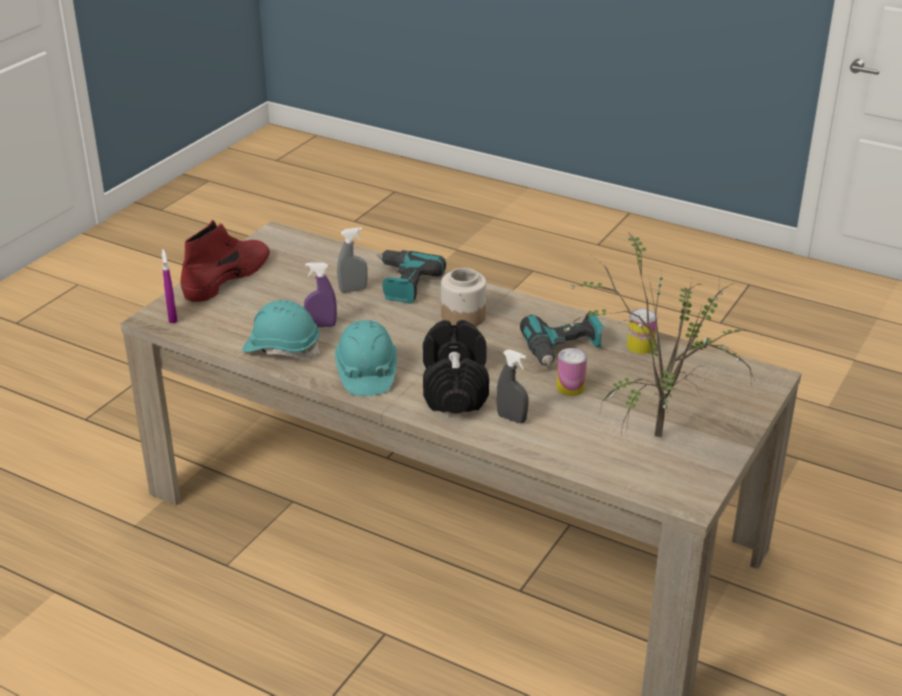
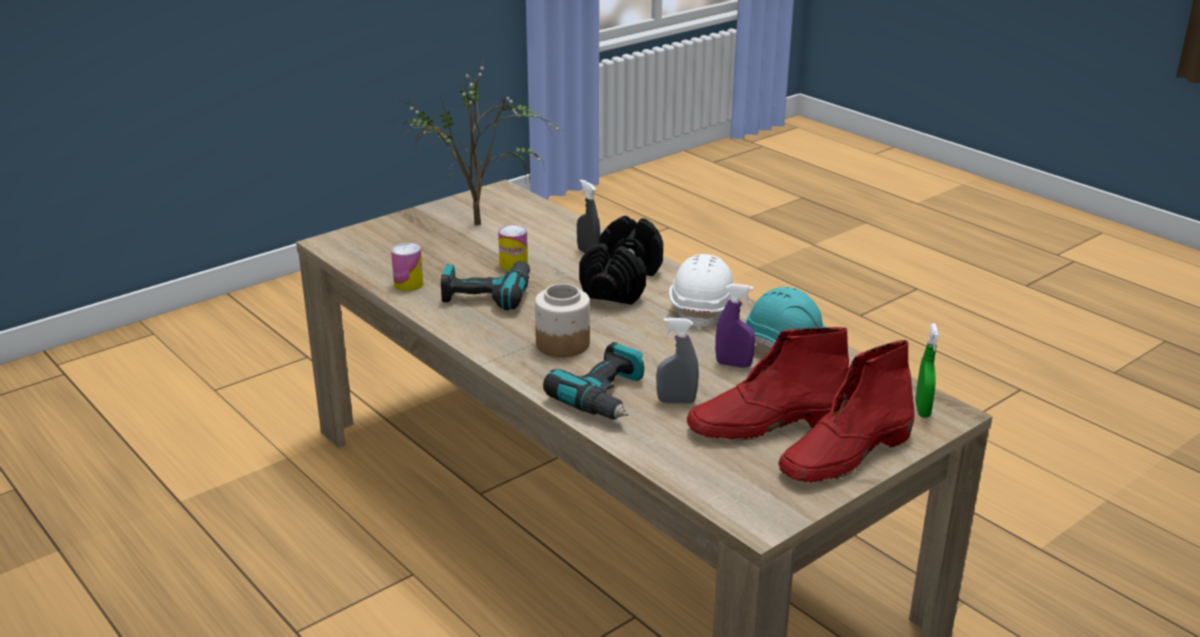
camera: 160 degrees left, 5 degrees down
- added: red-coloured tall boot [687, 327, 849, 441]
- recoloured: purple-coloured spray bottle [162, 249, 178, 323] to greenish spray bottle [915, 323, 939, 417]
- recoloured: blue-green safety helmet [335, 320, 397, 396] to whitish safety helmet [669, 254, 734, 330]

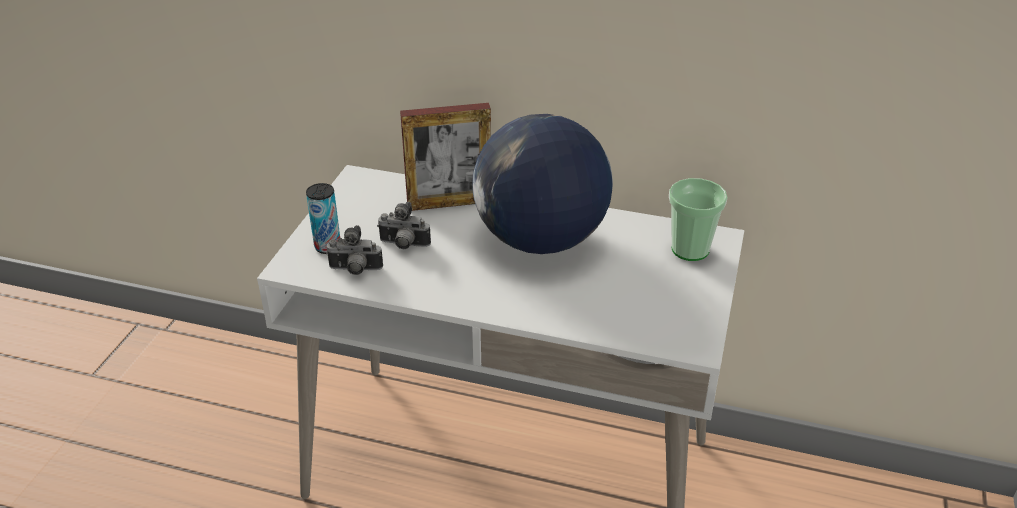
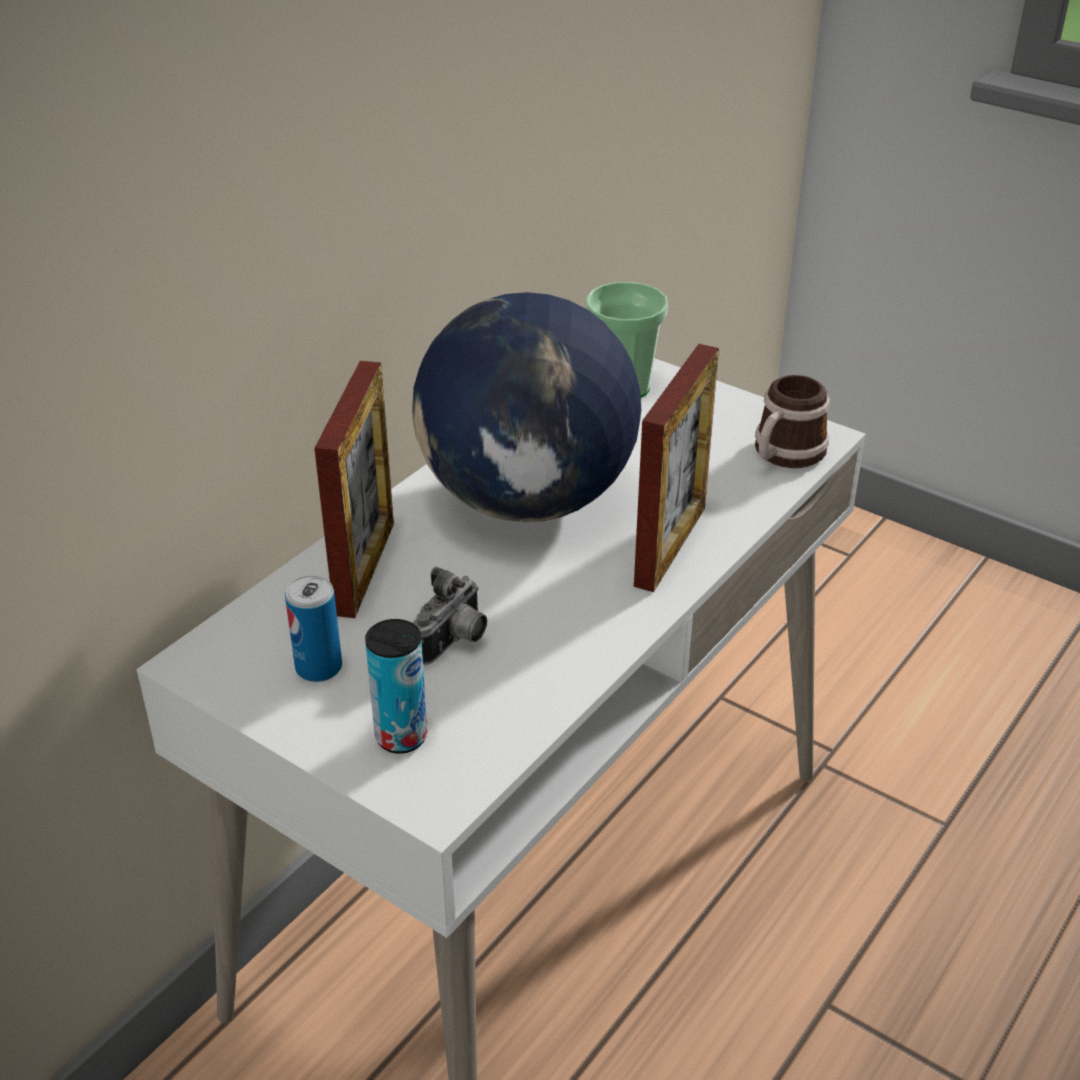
camera: 70 degrees left, 0 degrees up
- removed: photo camera [326, 225, 383, 275]
- added: can [285, 575, 342, 682]
- added: photo frame [634, 344, 719, 592]
- added: coffee mug [755, 375, 830, 468]

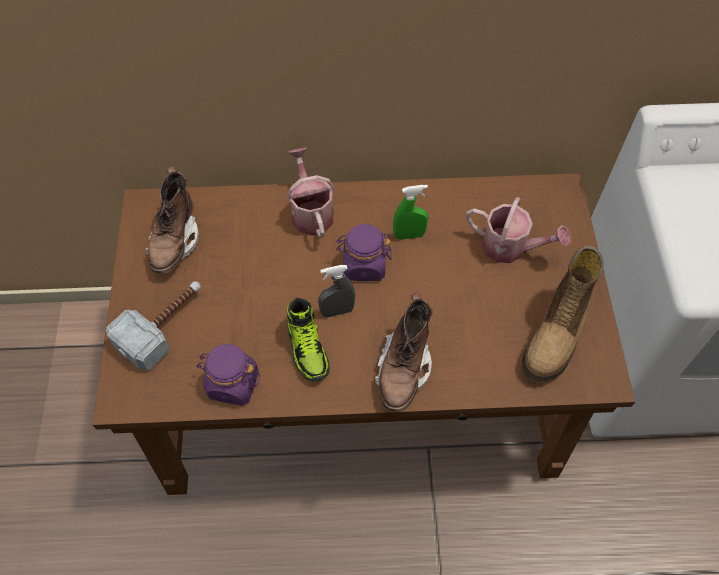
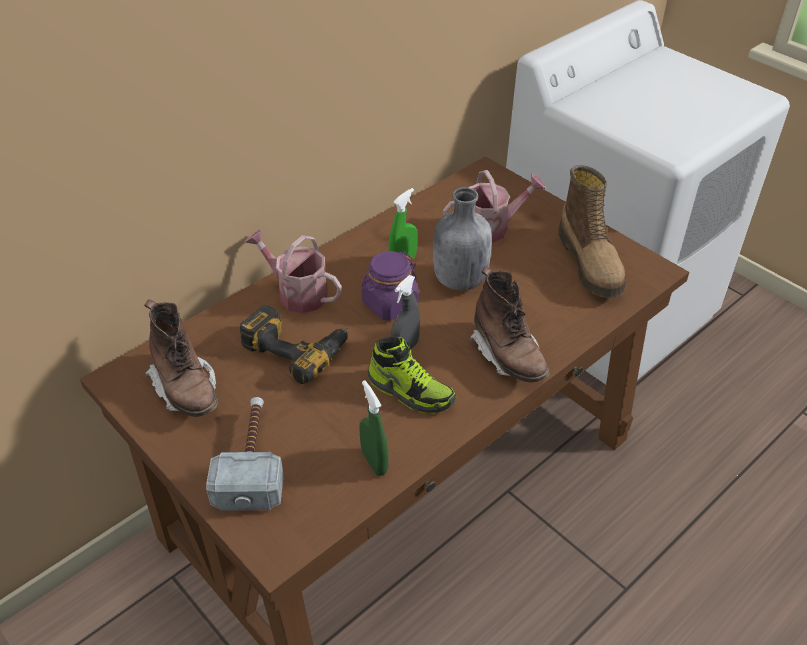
camera: 40 degrees left, 15 degrees down
- added: power drill [239, 305, 348, 384]
- added: greyish drink bottle [433, 187, 492, 290]
- replaced: purple-coloured storage jar [196, 344, 260, 406] to greenish spray bottle [359, 380, 389, 476]

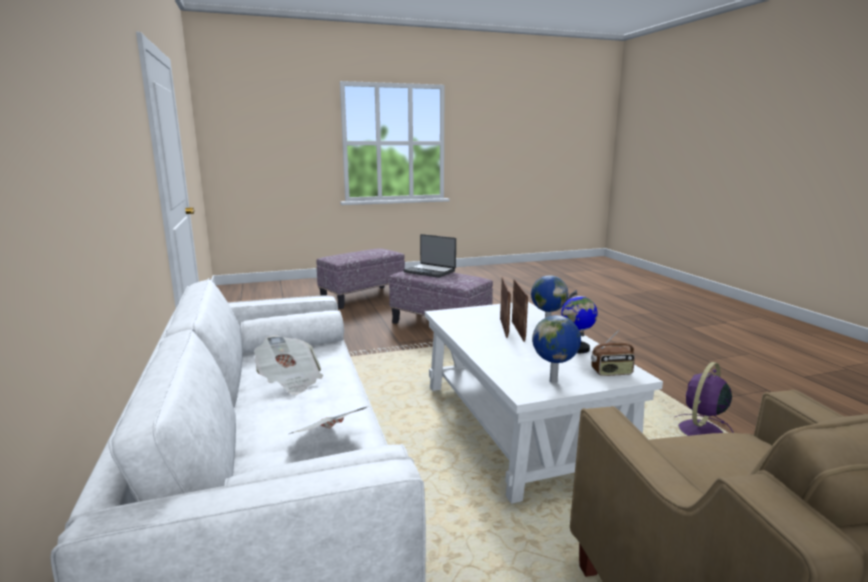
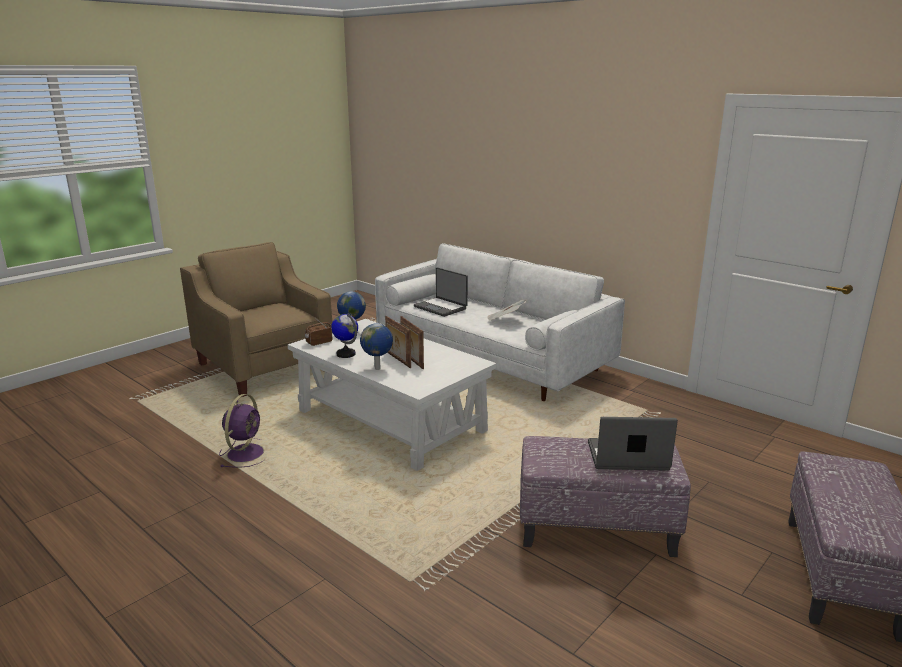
camera: 150 degrees right, 5 degrees up
- replaced: printed paper [290, 406, 369, 434] to notebook computer [414, 267, 468, 317]

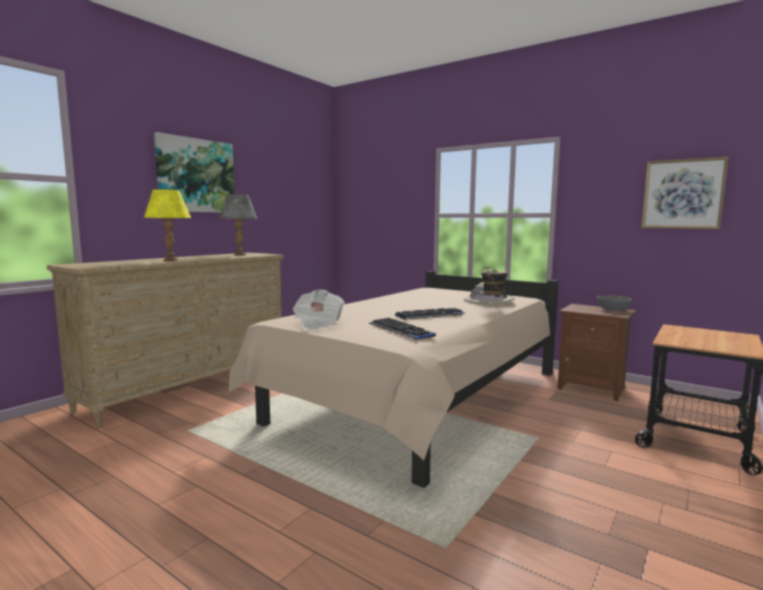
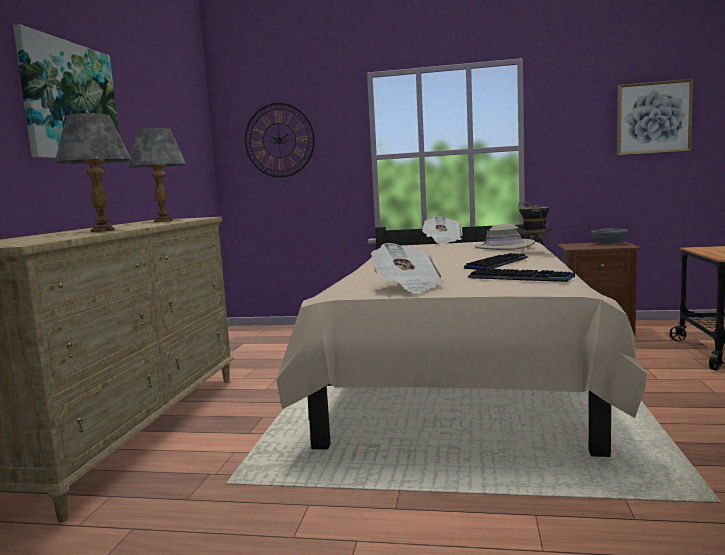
camera: 25 degrees left, 0 degrees up
- added: hanging clock [245, 103, 315, 178]
- added: printed paper [422, 216, 463, 244]
- recoloured: yellowish tabletop lamp [144, 189, 191, 261] to greyish tabletop lamp [55, 113, 132, 232]

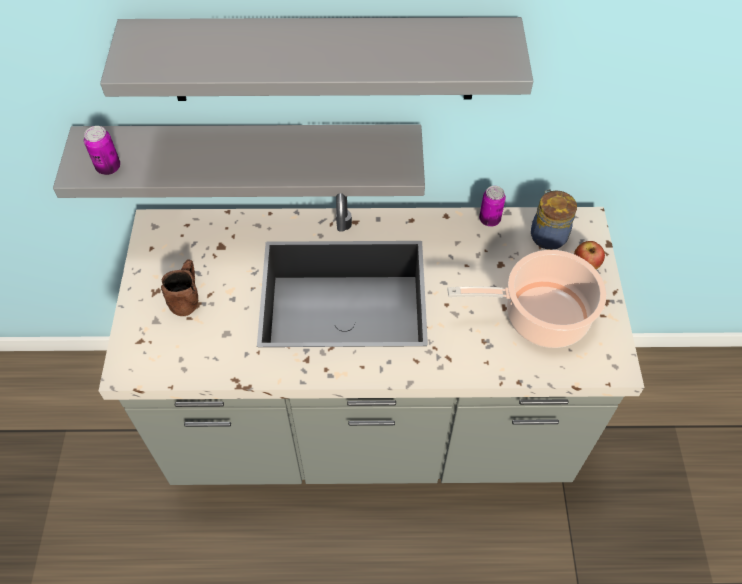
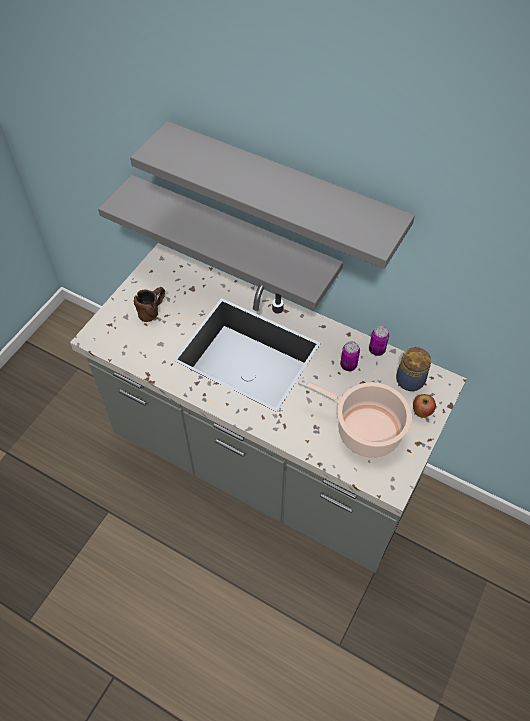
camera: 30 degrees right, 0 degrees up
- moved: can [84, 126, 120, 175] to [340, 341, 360, 371]

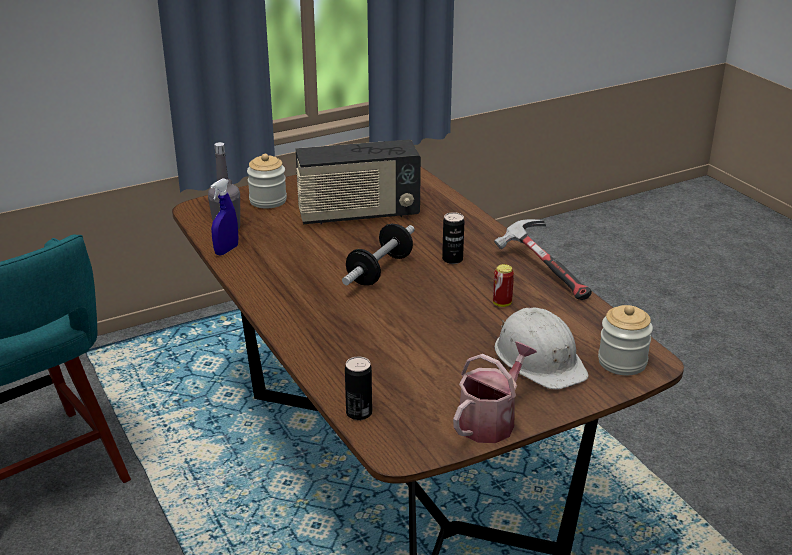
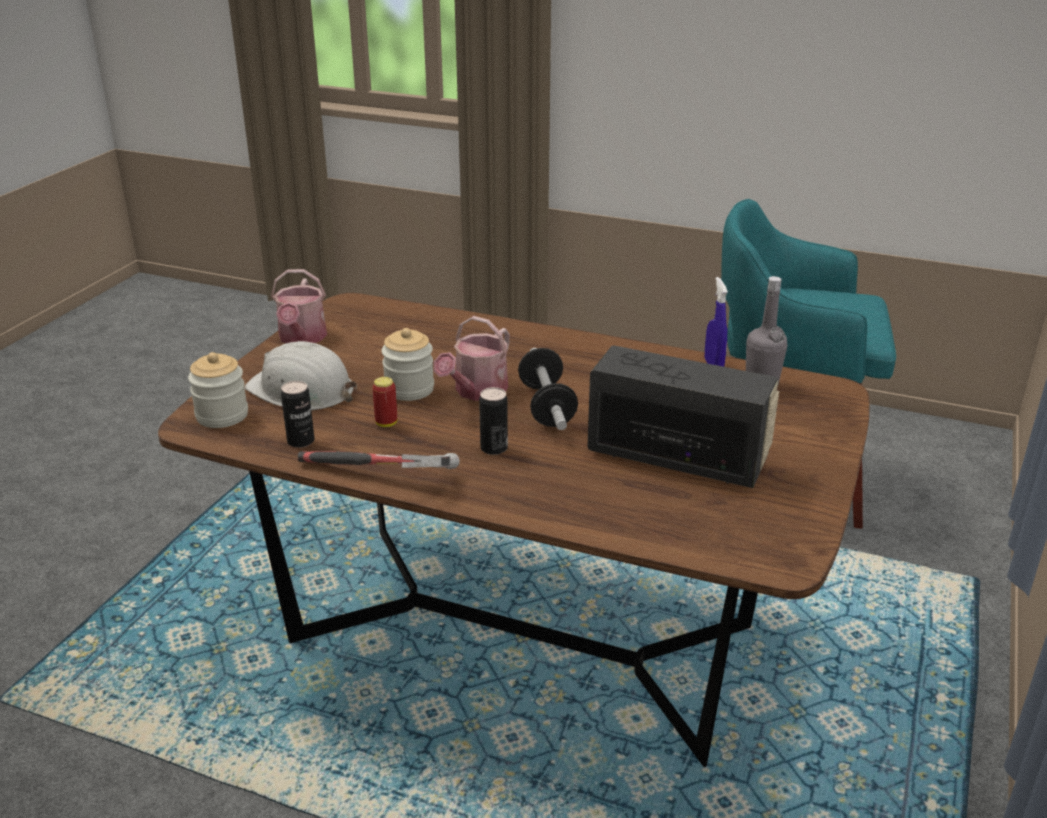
camera: 140 degrees right, 0 degrees up
- added: watering pot [434, 316, 510, 401]
- moved: storage jar [247, 154, 287, 209] to [381, 328, 434, 401]
- moved: can [345, 357, 372, 420] to [281, 381, 315, 448]
- turned: radio [296, 139, 421, 225] = [587, 345, 779, 488] 75 degrees clockwise

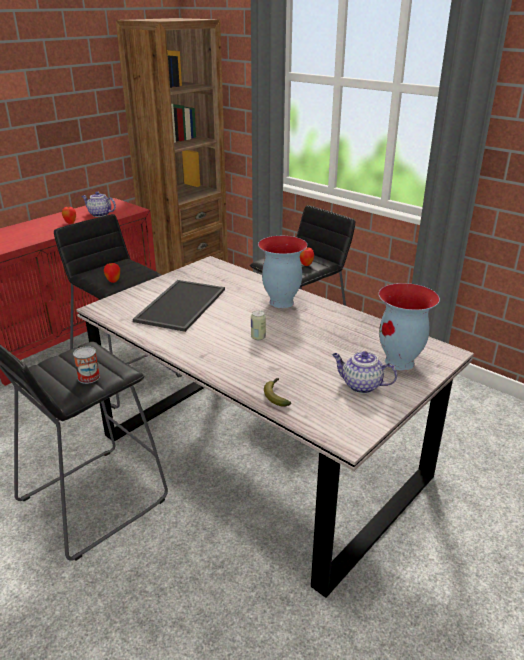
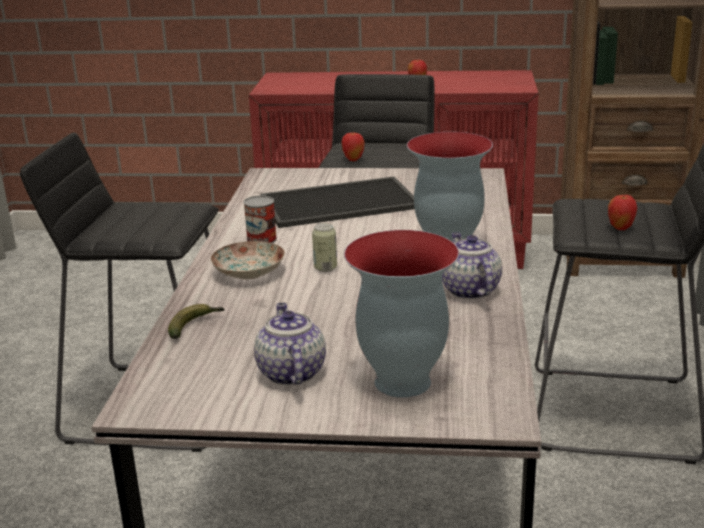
camera: 55 degrees right, 5 degrees down
- added: dinner plate [211, 241, 285, 279]
- moved: can [73, 346, 100, 384] to [243, 195, 277, 243]
- moved: teapot [82, 191, 116, 217] to [442, 232, 502, 299]

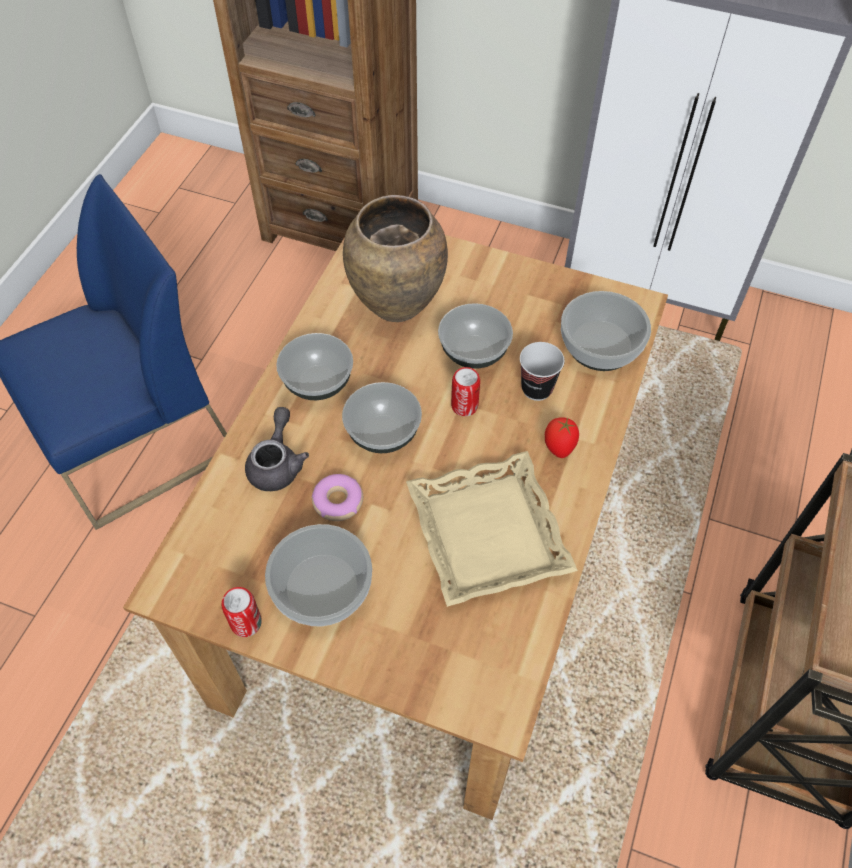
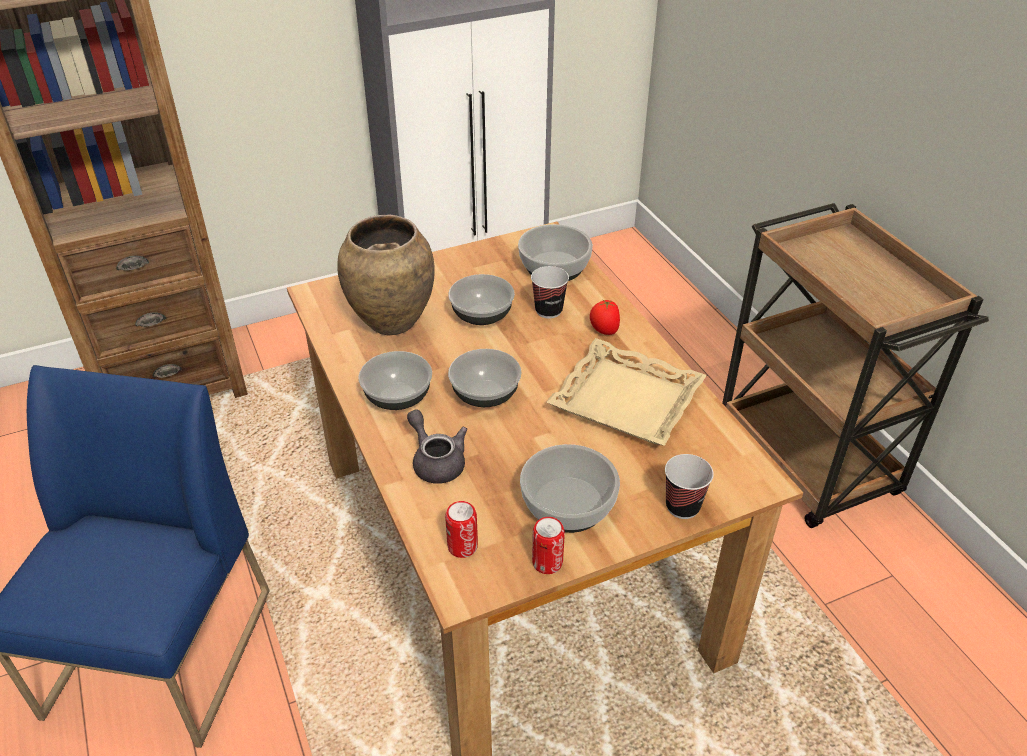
camera: 45 degrees left, 15 degrees down
- removed: ring doughnut [312, 474, 363, 521]
- added: cup [665, 454, 714, 519]
- moved: can [451, 367, 480, 416] to [445, 501, 478, 558]

